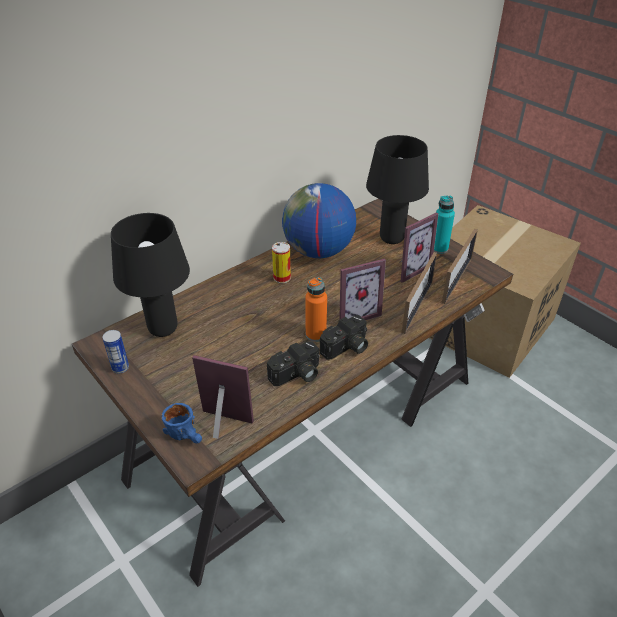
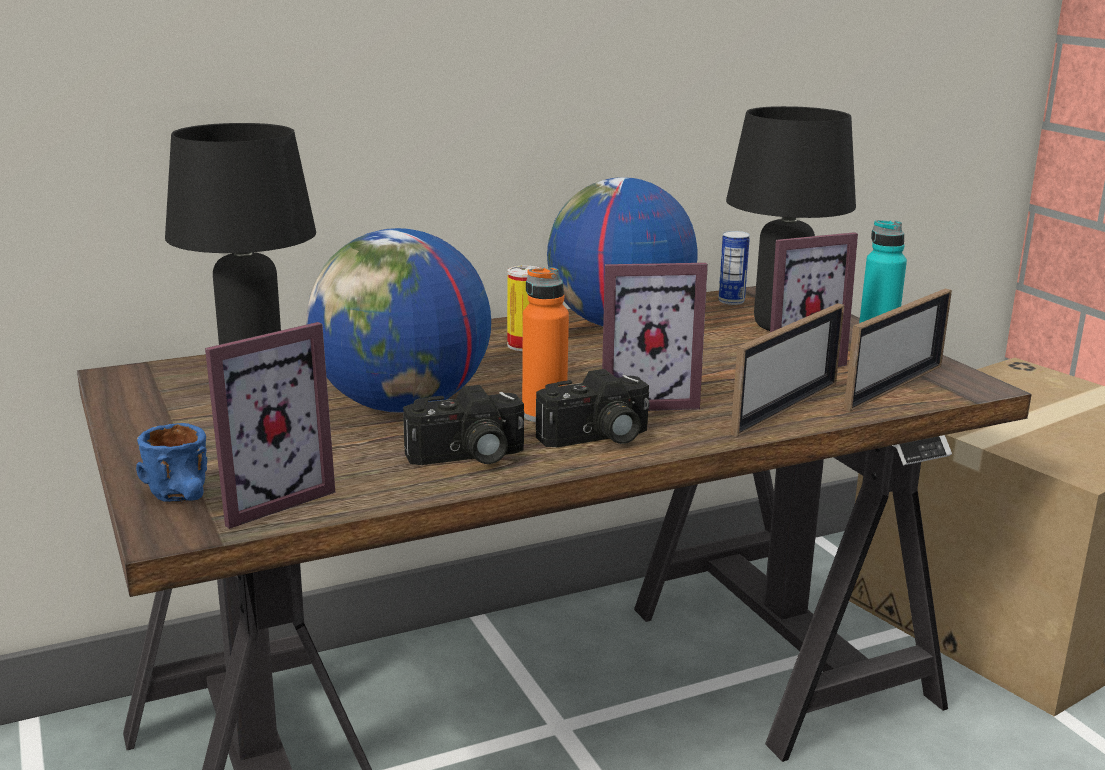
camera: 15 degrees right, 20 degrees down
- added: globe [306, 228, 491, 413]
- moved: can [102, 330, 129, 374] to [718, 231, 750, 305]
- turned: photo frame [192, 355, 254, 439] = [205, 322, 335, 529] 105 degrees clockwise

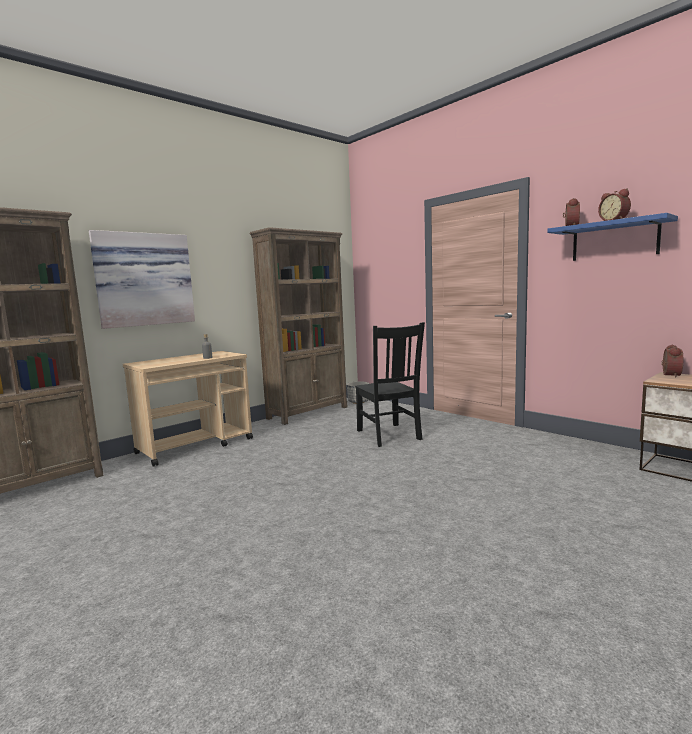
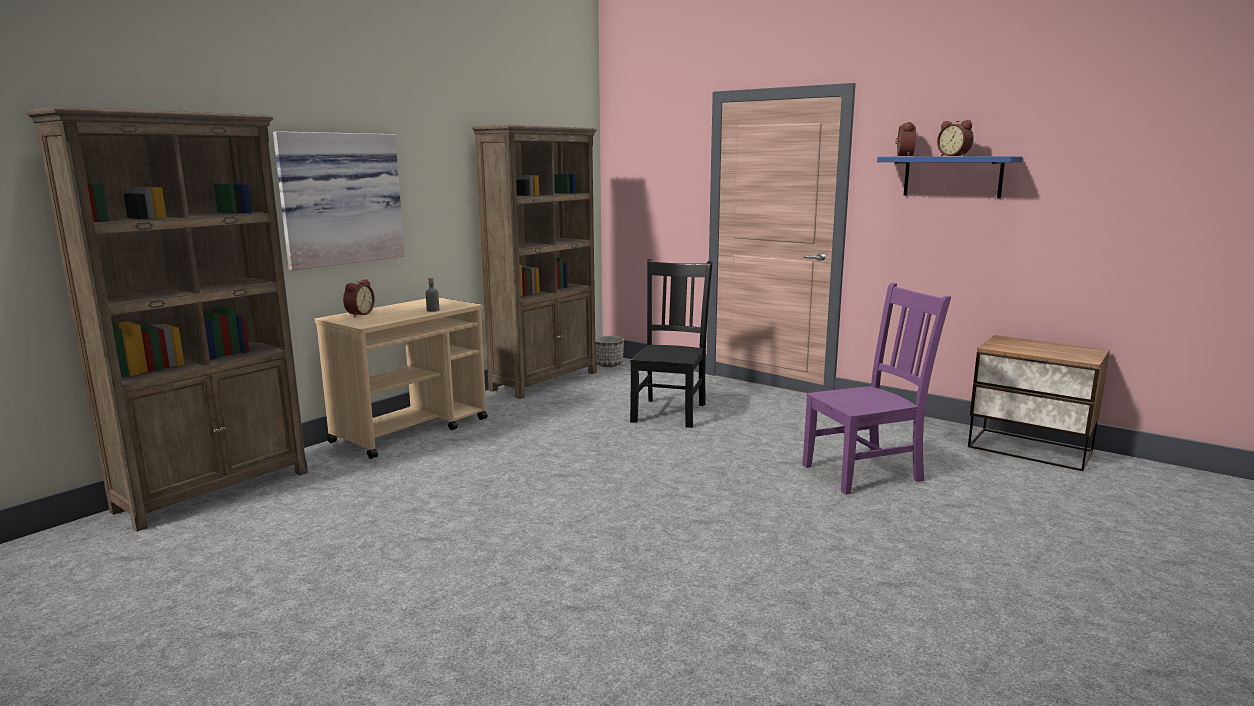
camera: 10 degrees left, 5 degrees up
- added: purple-coloured plain chair [802, 283, 951, 495]
- moved: alarm clock [661, 345, 683, 377] to [343, 279, 375, 317]
- turned: black plain chair [355, 322, 425, 447] = [630, 259, 713, 428] 135 degrees counterclockwise

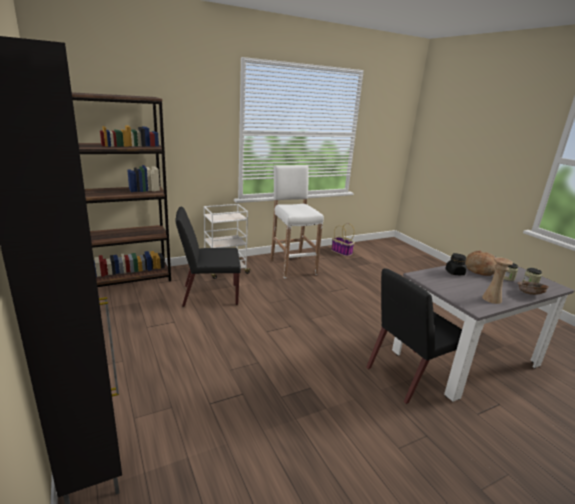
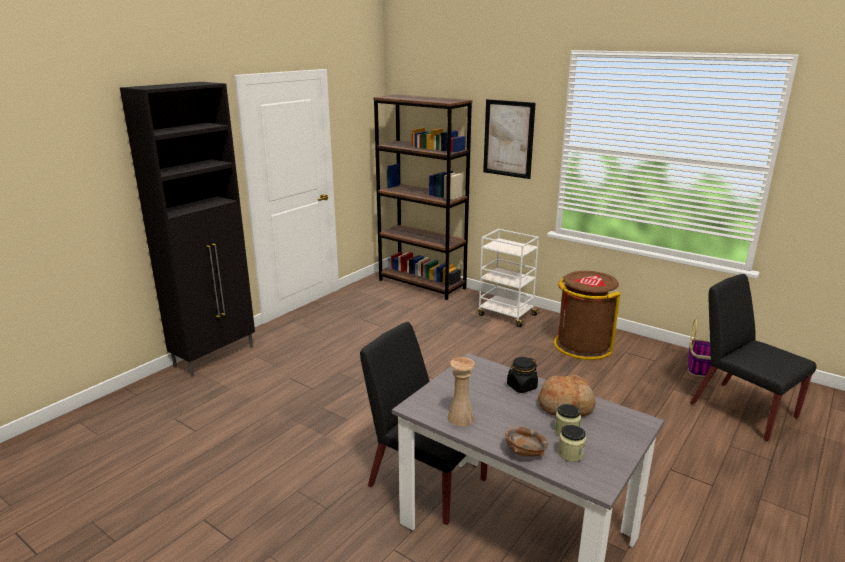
camera: 65 degrees right, 0 degrees up
- added: wall art [483, 99, 536, 179]
- moved: black plain chair [175, 206, 241, 307] to [690, 274, 817, 441]
- replaced: whitish stool seat [270, 165, 324, 278] to brown waste bin [554, 271, 620, 360]

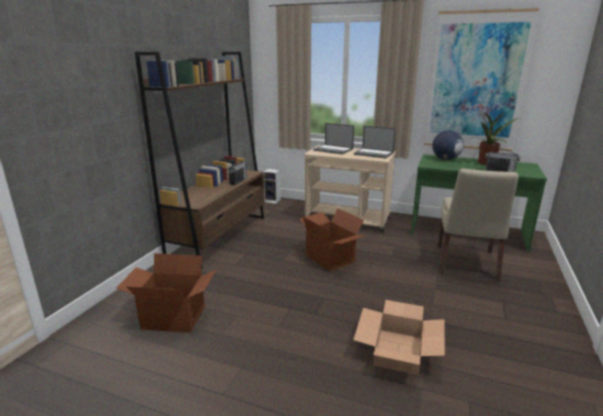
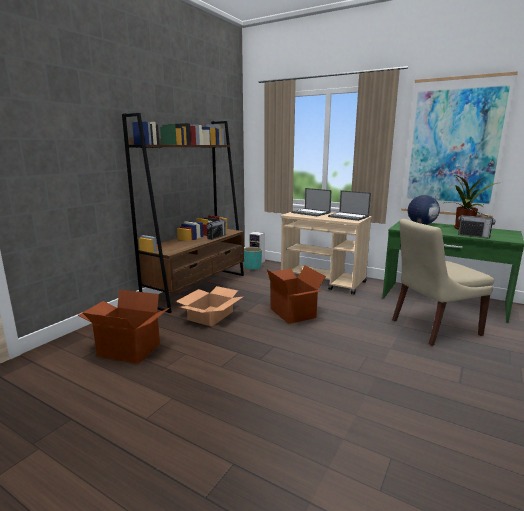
camera: 10 degrees right, 5 degrees down
- added: blue-green planter [244, 247, 262, 270]
- moved: packing box [354, 300, 445, 375] to [175, 286, 244, 326]
- turned: beige plain chair [438, 169, 518, 281] = [392, 219, 494, 346] 45 degrees clockwise

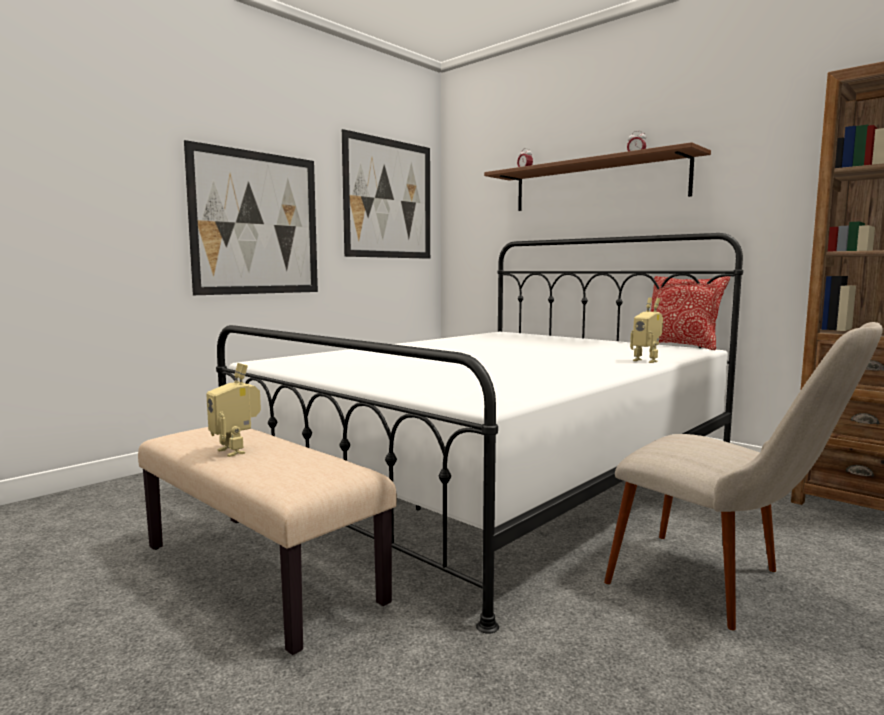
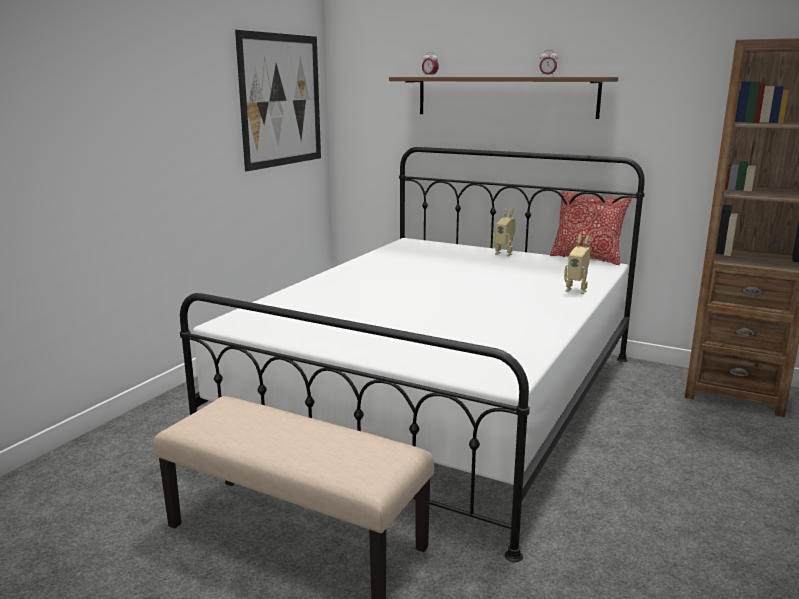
camera: 15 degrees left, 10 degrees up
- removed: wall art [184, 140, 318, 295]
- removed: beige plain chair [604, 322, 883, 630]
- moved: robot figure [206, 363, 261, 457] to [493, 207, 516, 256]

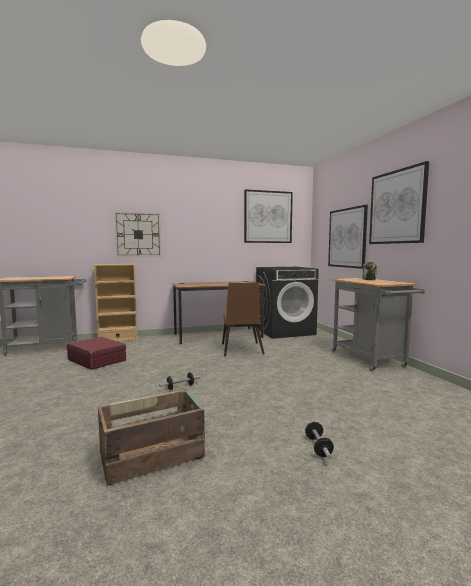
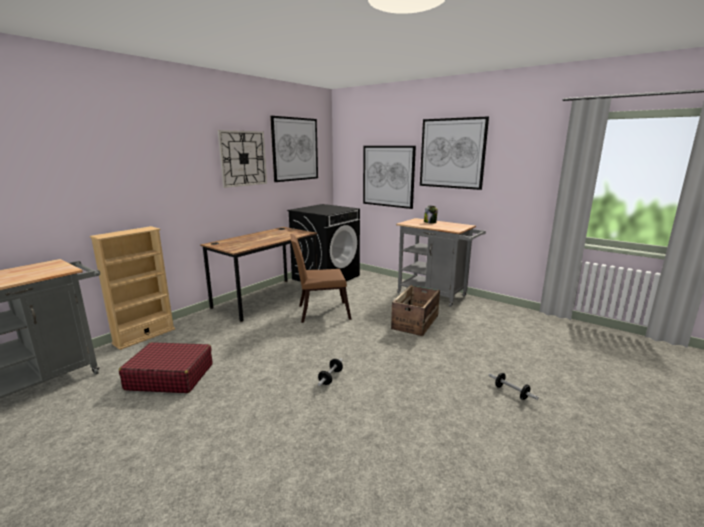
camera: 35 degrees left, 10 degrees up
- moved: crate [98, 389, 205, 486] to [391, 285, 440, 336]
- moved: hanging clock [114, 211, 161, 257] to [217, 130, 267, 188]
- turned: brown plain chair [222, 282, 265, 356] = [290, 234, 352, 323] 120 degrees clockwise

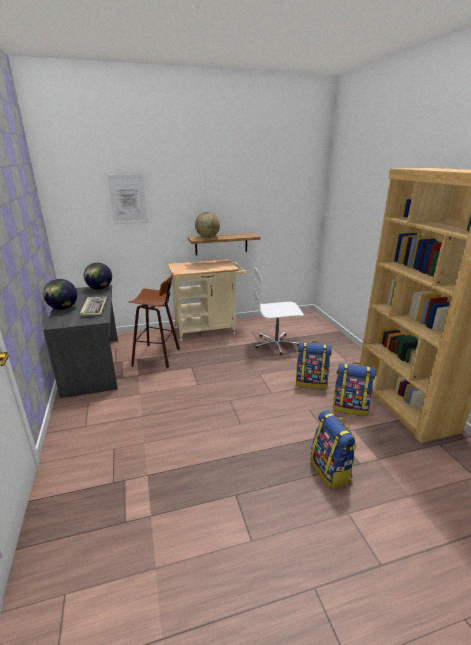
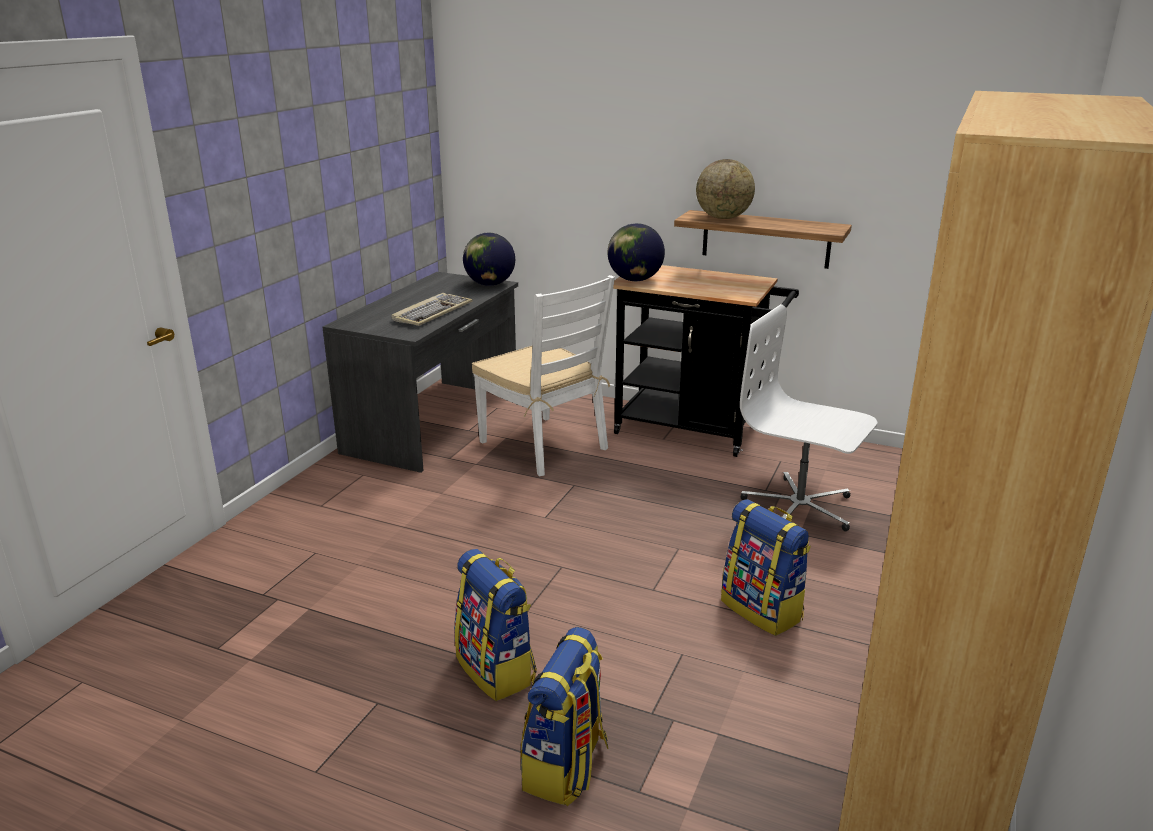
camera: 40 degrees right, 0 degrees up
- removed: wall art [108, 174, 148, 224]
- moved: globe [43, 279, 77, 310] to [608, 223, 665, 281]
- moved: knapsack [333, 362, 376, 416] to [454, 549, 537, 701]
- replaced: stool seat [129, 273, 180, 368] to whitish plain chair [472, 275, 615, 476]
- recoloured: beige trolley [168, 259, 248, 341] to black trolley [613, 265, 799, 457]

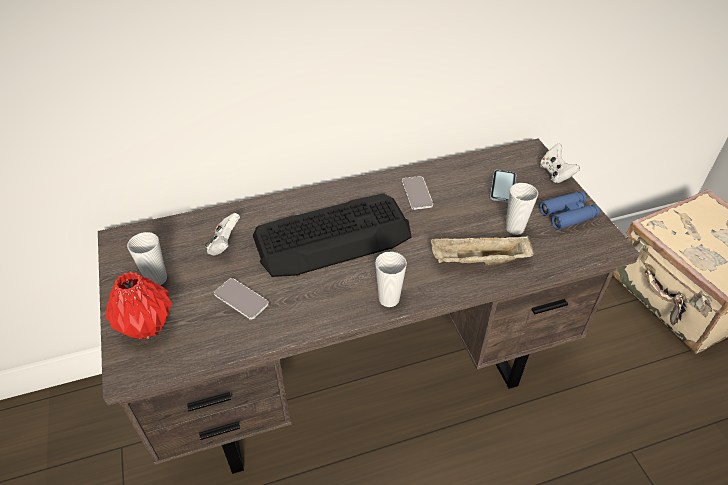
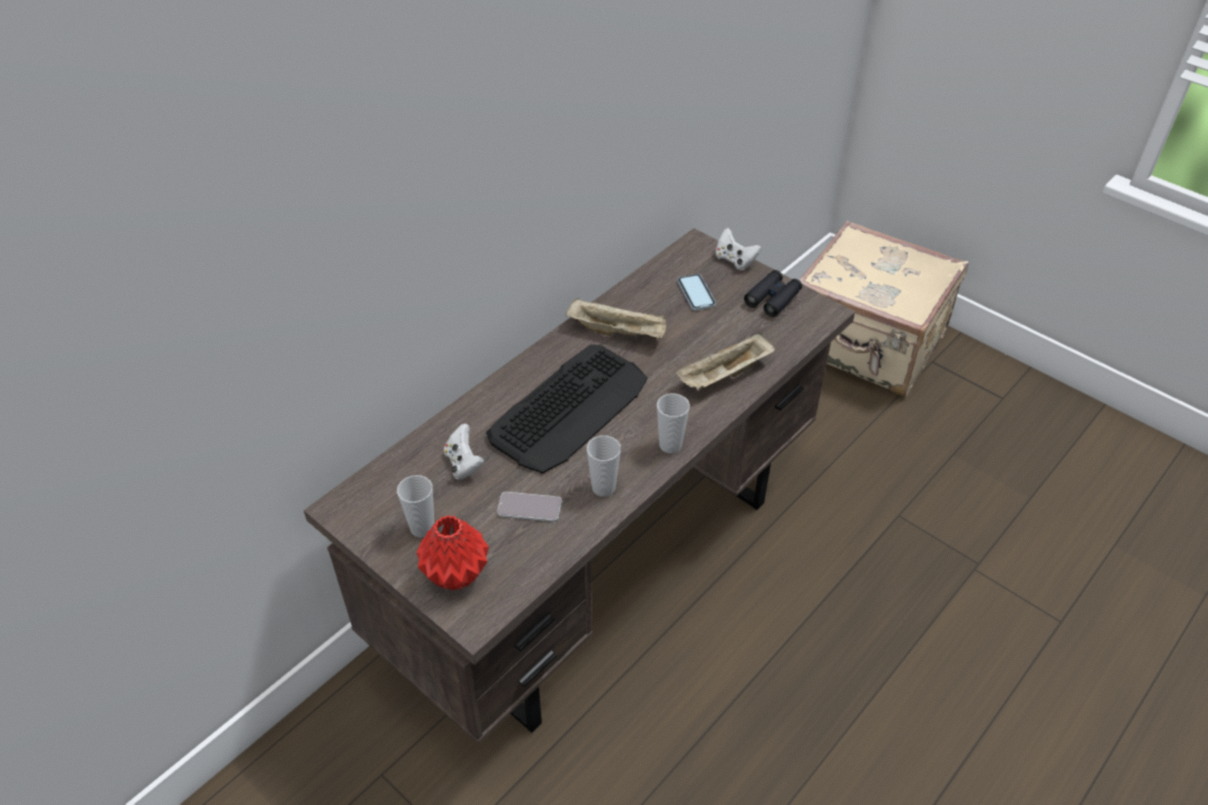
camera: 30 degrees left, 0 degrees up
- moved: cup [506, 183, 538, 235] to [587, 436, 621, 497]
- replaced: phone [402, 176, 433, 210] to beige serving tray [565, 298, 667, 339]
- recoloured: bluish pair of binoculars [539, 191, 600, 230] to black pair of binoculars [744, 270, 802, 317]

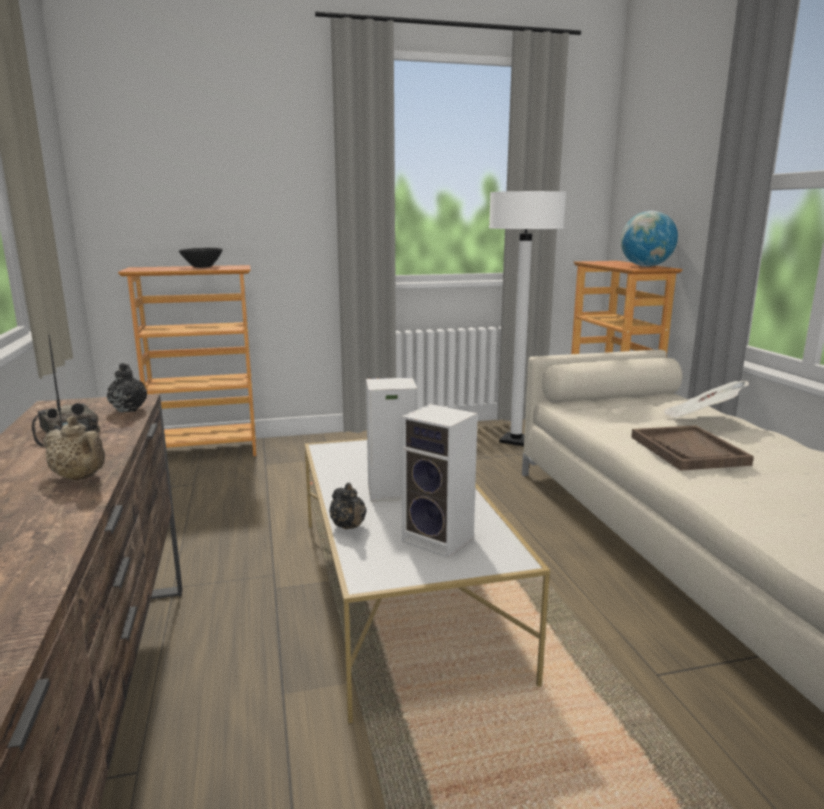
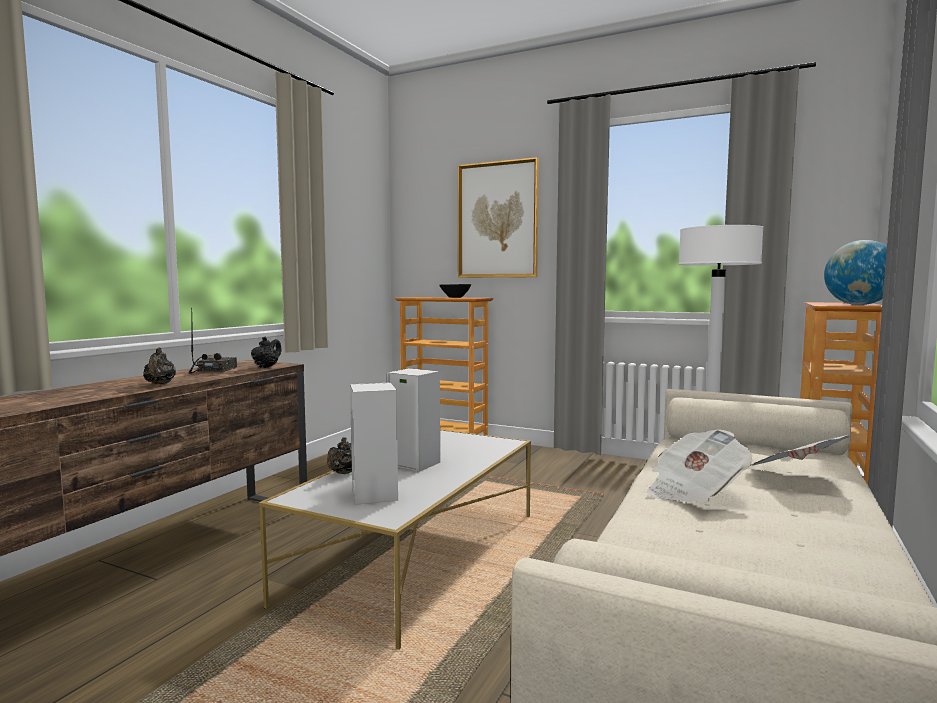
camera: 40 degrees right, 10 degrees down
- added: wall art [458, 157, 539, 278]
- replaced: brown serving tray [631, 425, 754, 471] to printed paper [647, 430, 752, 504]
- recoloured: beige teapot [43, 416, 105, 481] to black teapot [143, 347, 176, 384]

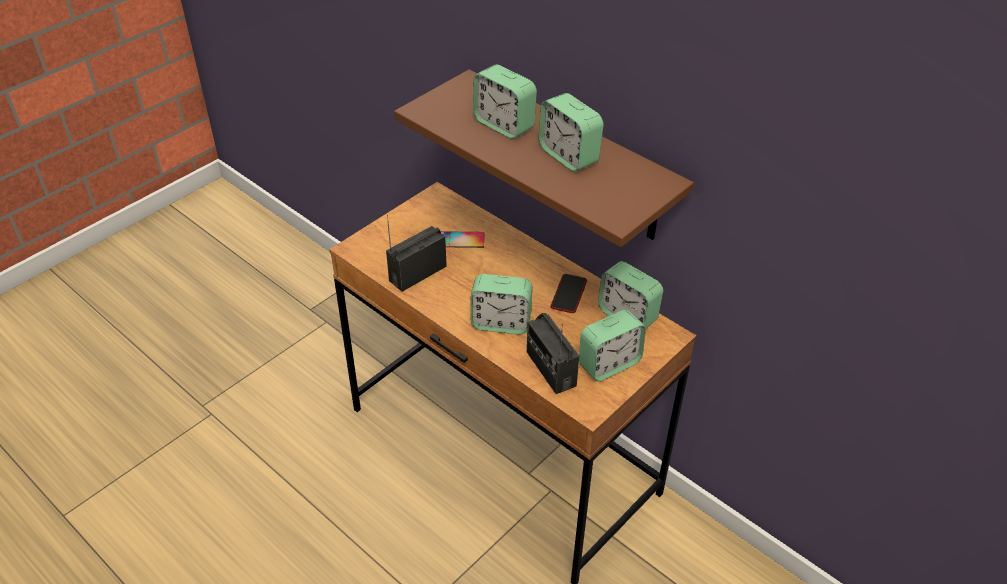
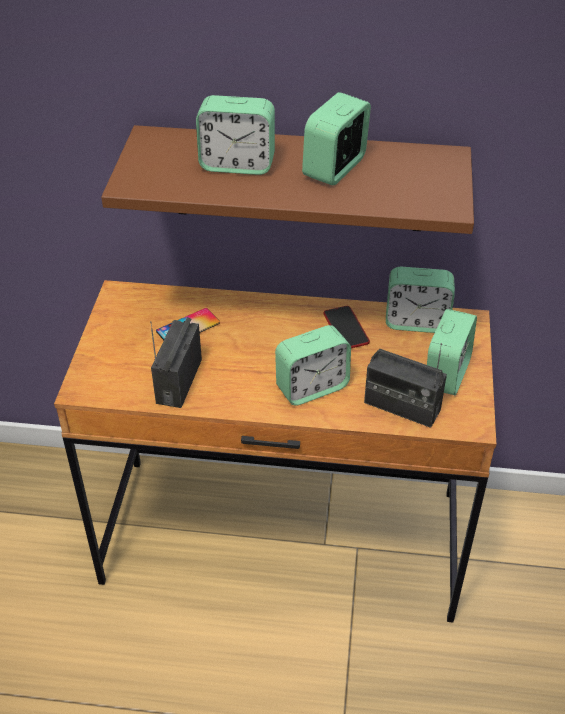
camera: 35 degrees left, 0 degrees up
- turned: alarm clock [539, 93, 604, 172] = [302, 92, 371, 185] 105 degrees clockwise

